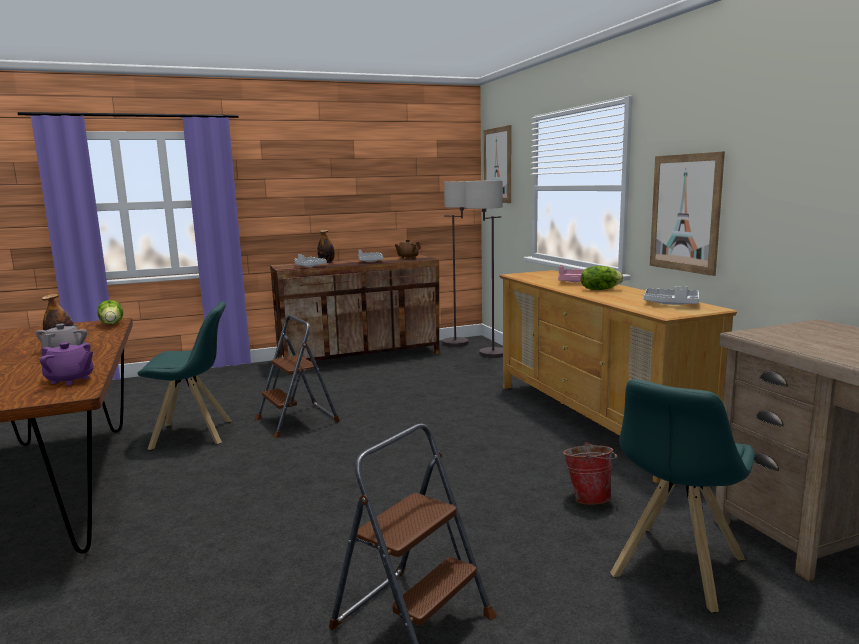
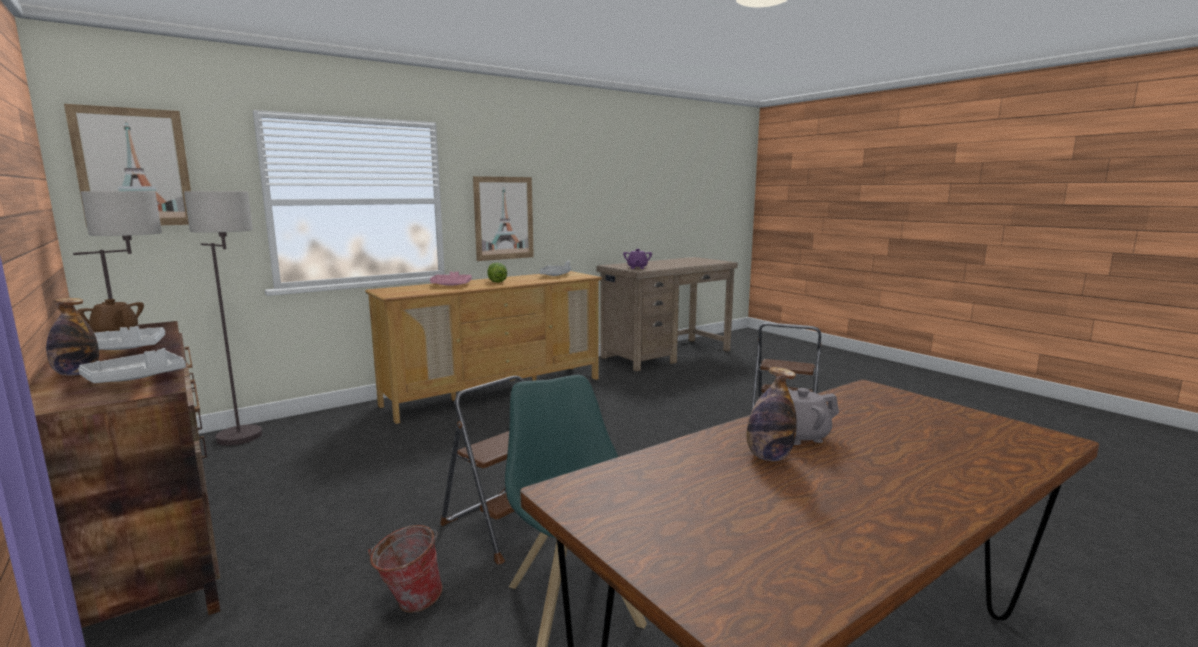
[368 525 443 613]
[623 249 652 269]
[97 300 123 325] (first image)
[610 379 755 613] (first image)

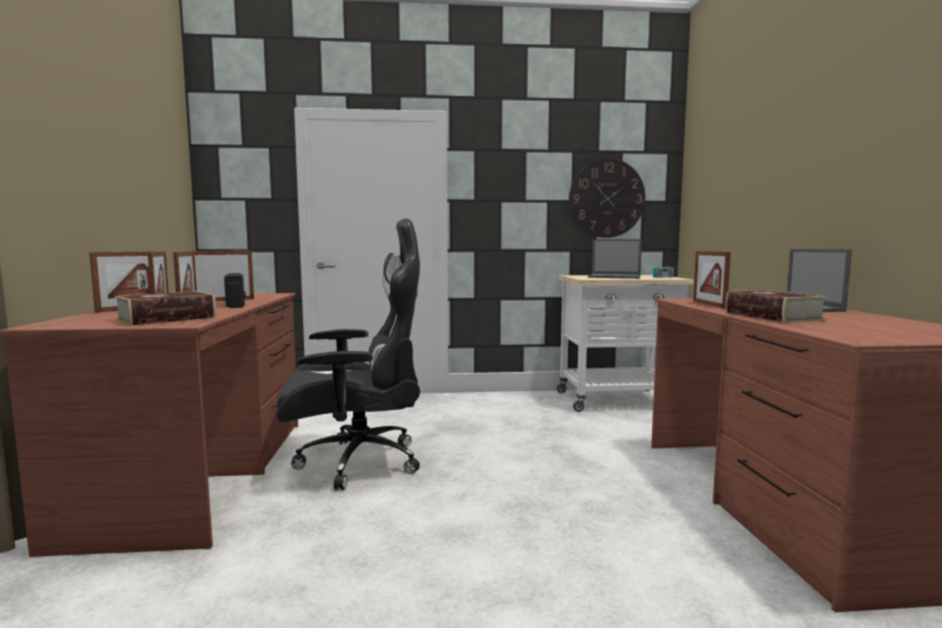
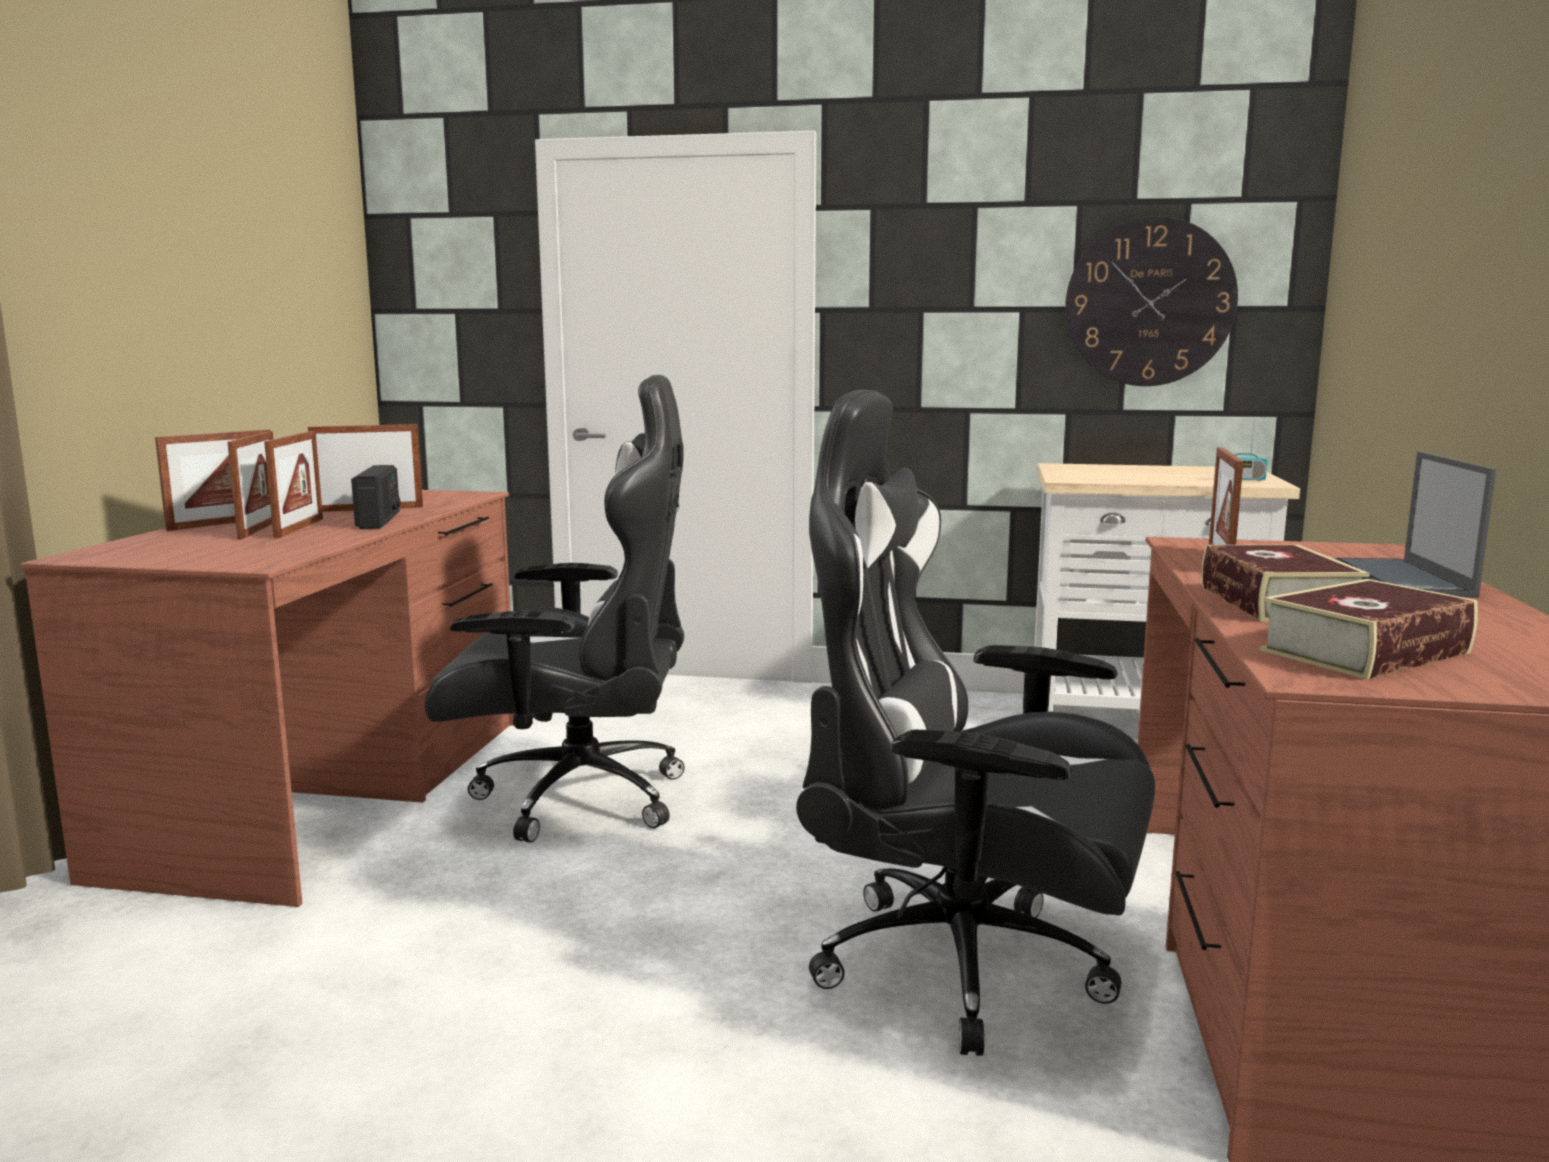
[796 390 1155 1056]
[1259 579 1478 680]
[588 239 642 279] (first image)

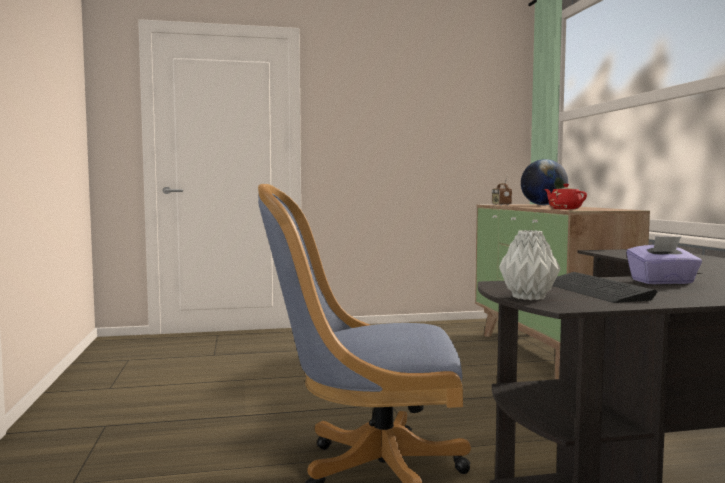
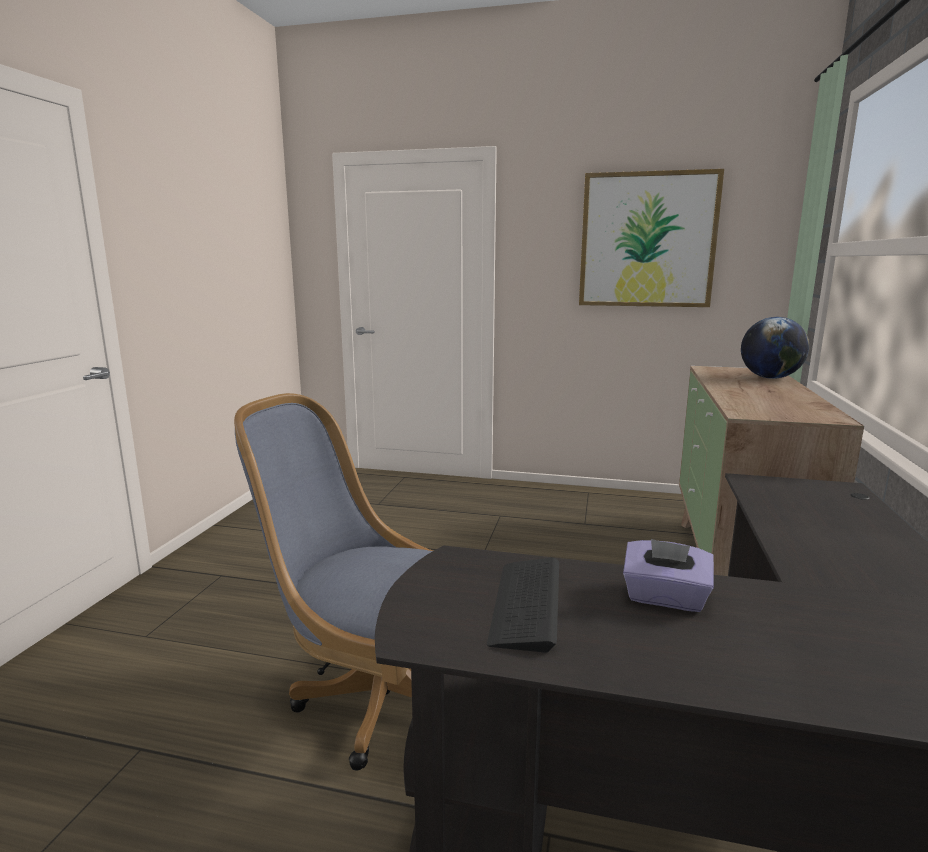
[579 169 724 307]
[492 175 512 205] (first image)
[499 230 561 300] (first image)
[545 184 587 209] (first image)

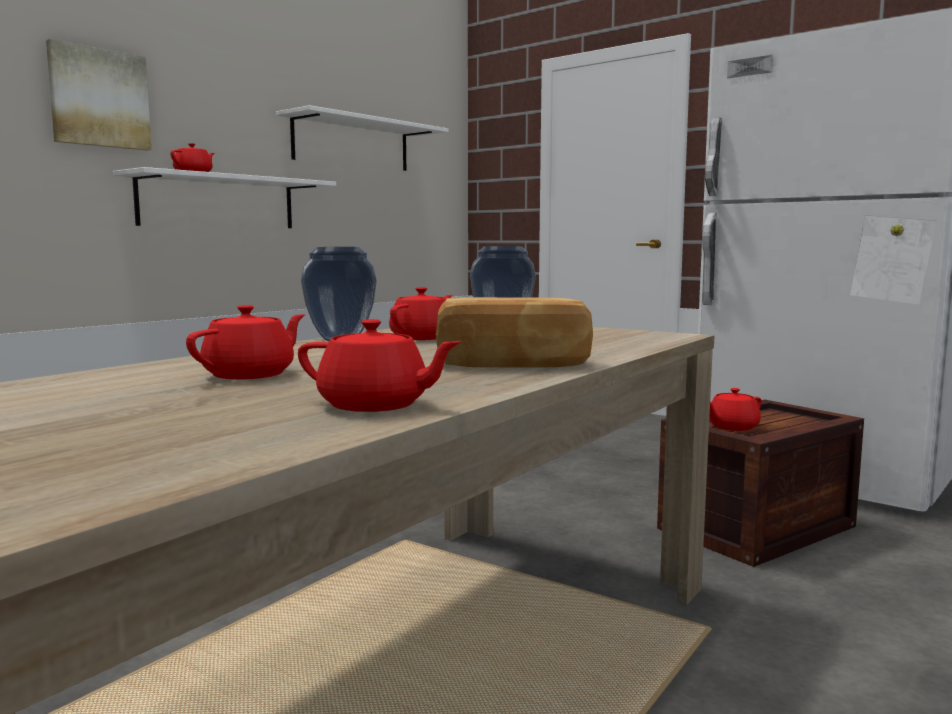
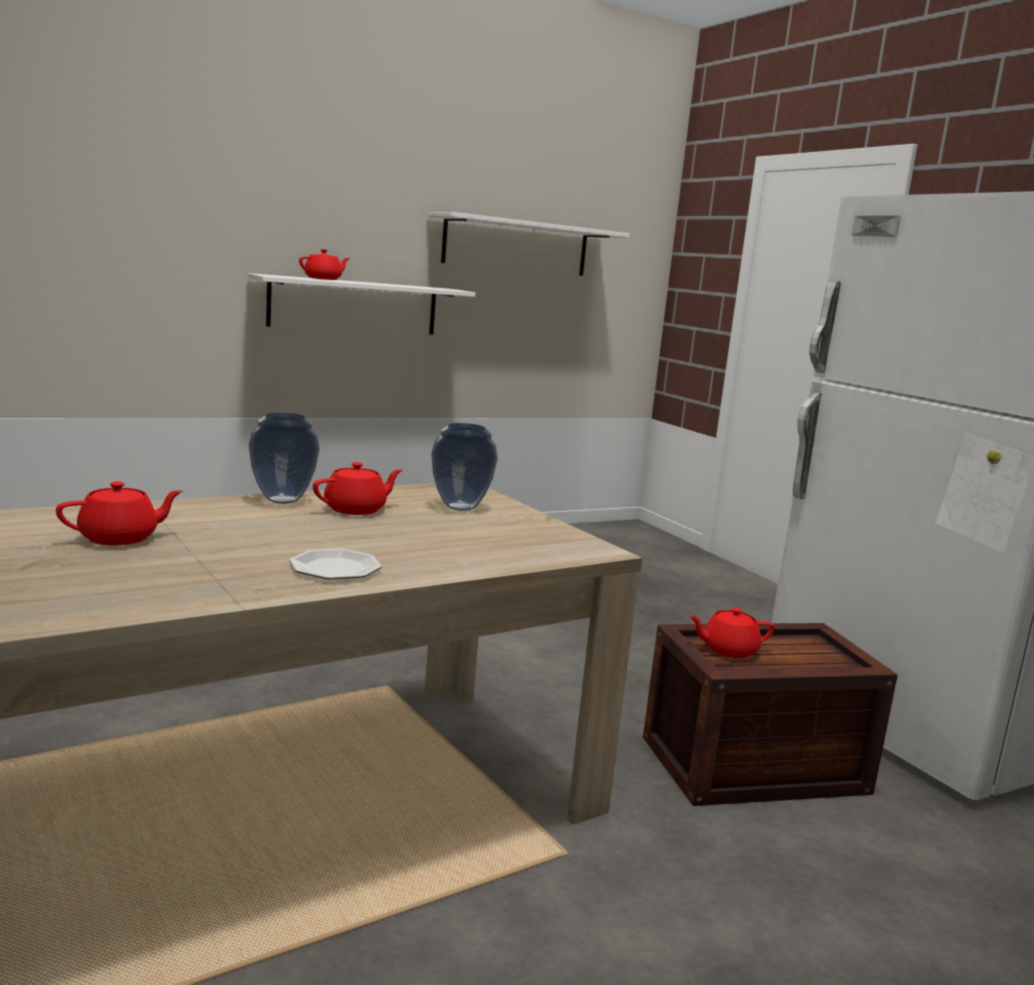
[289 549 382 579]
[46 39 151 151] (first image)
[298 319 461 412] (first image)

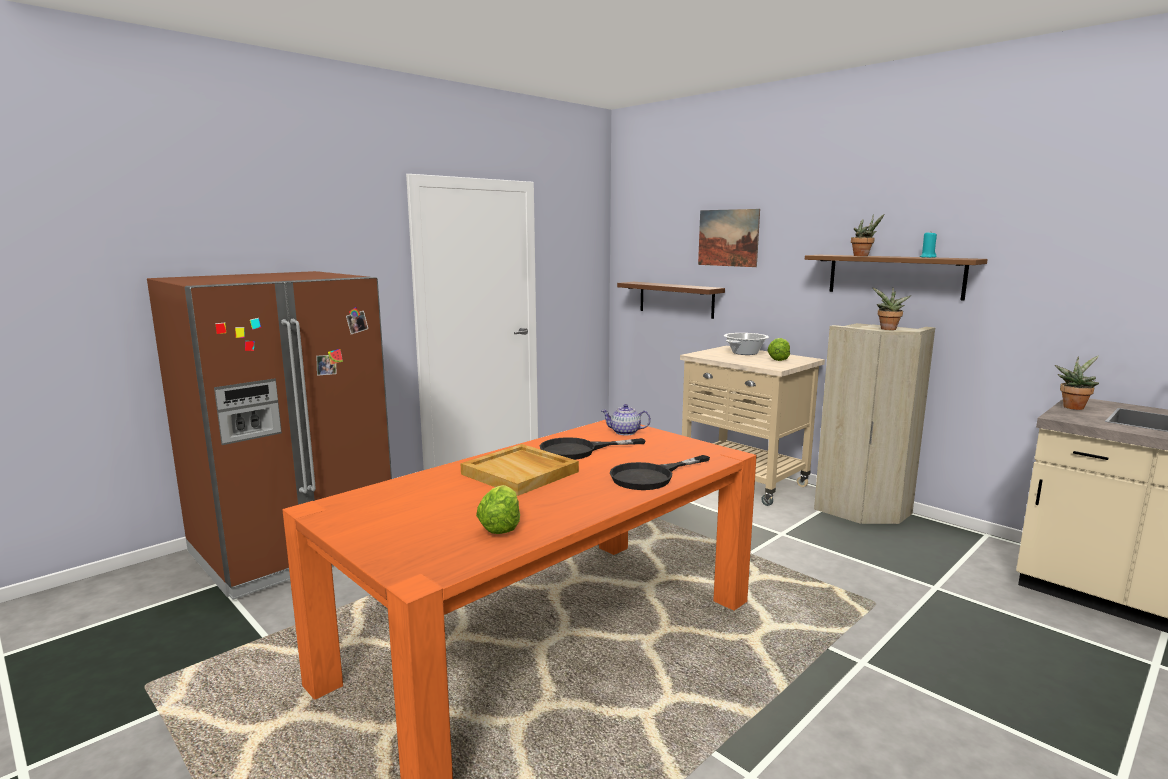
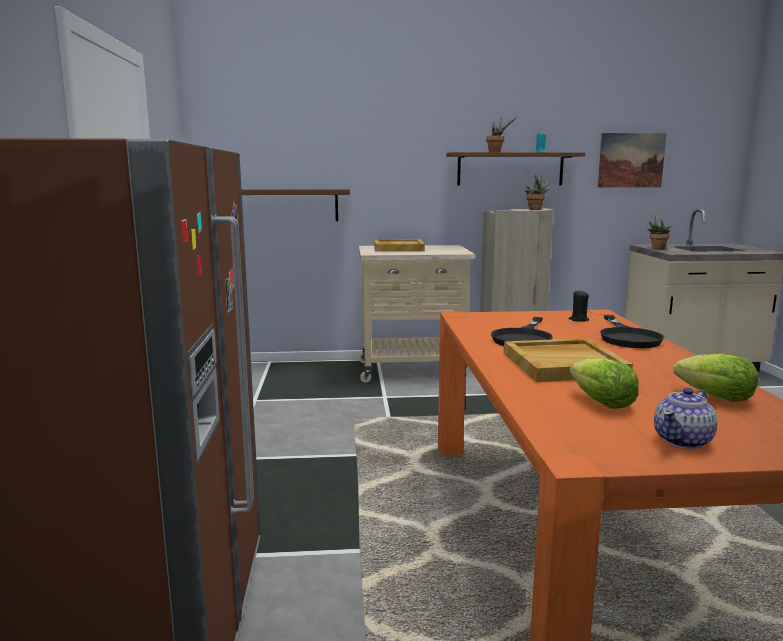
[374 239 425 251]
[569 291 589 322]
[570 358 639 409]
[598 133 667 187]
[654 388 718 449]

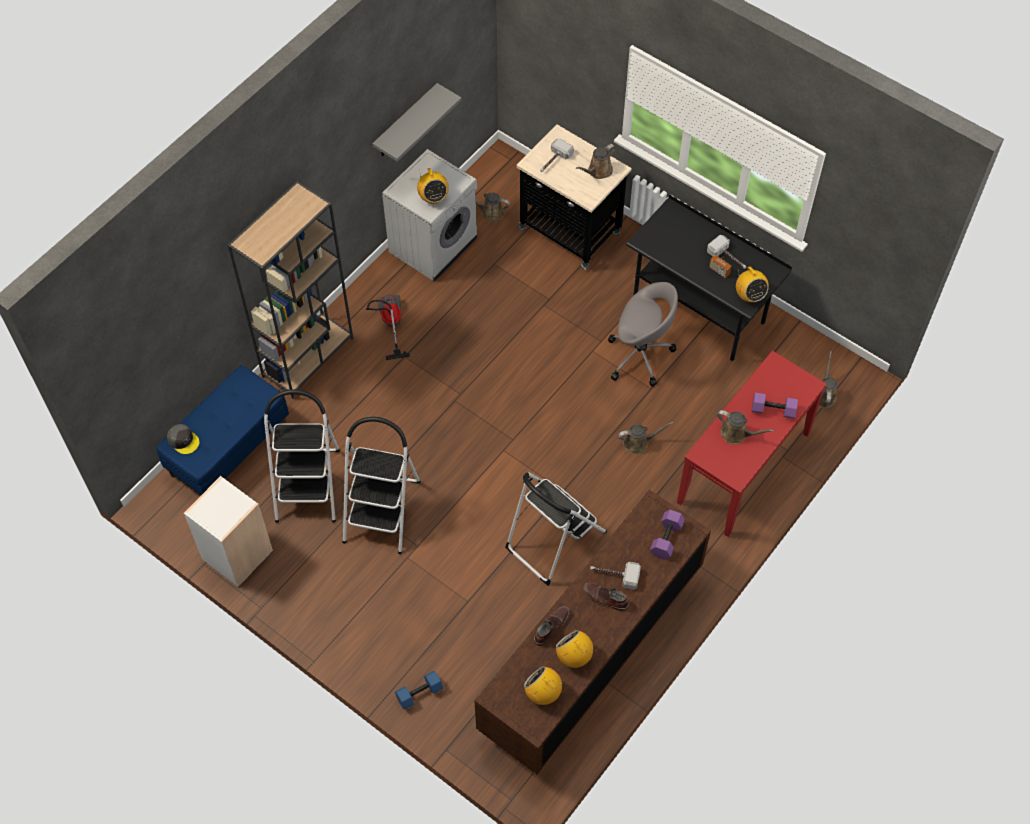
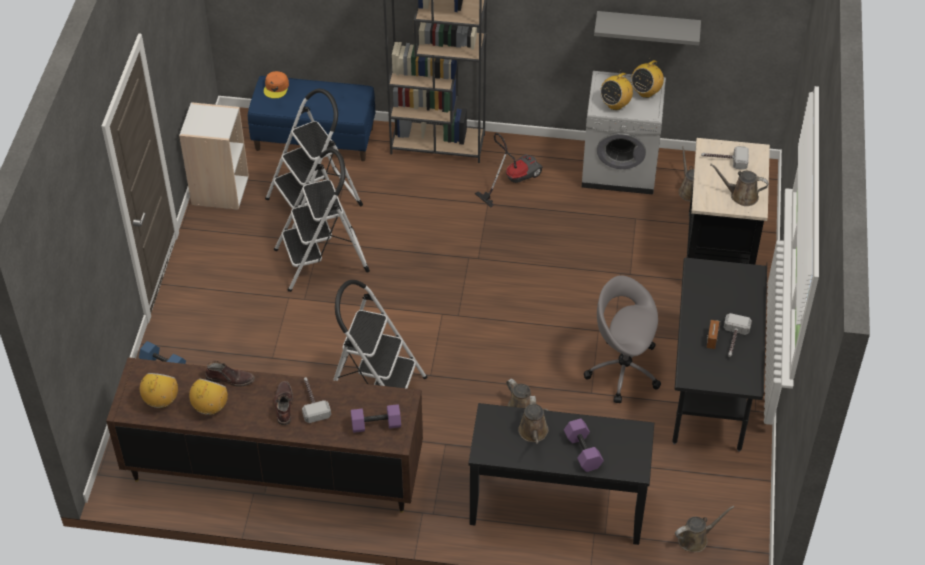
[264 71 289 99]
[468 403 654 545]
[584 275 661 403]
[631 59 664 98]

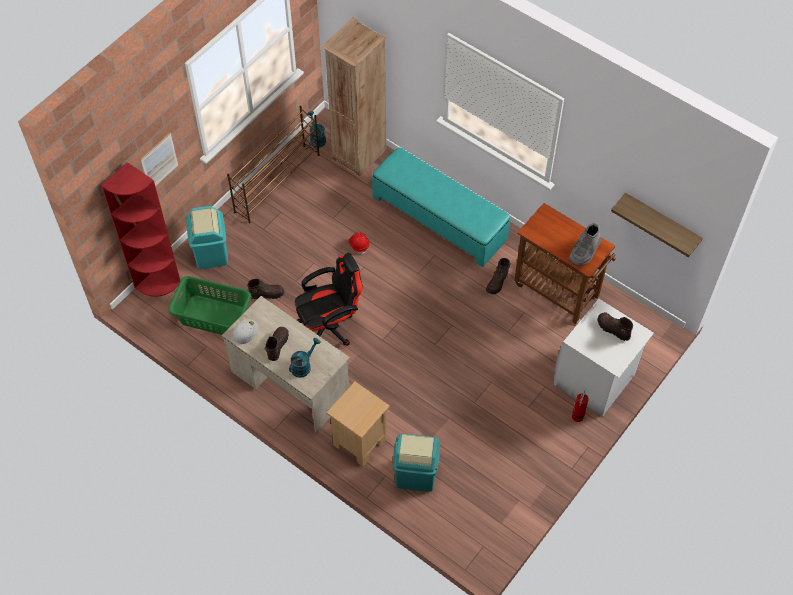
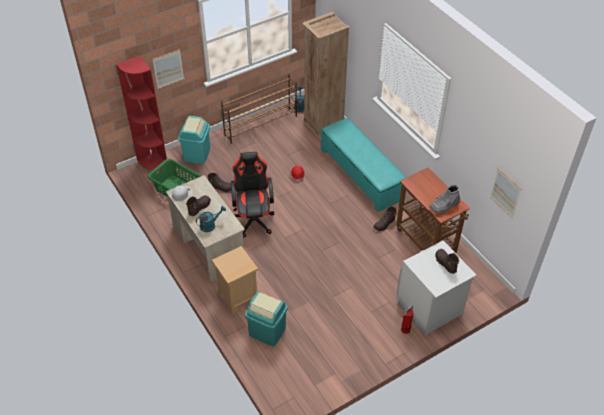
[231 152 274 238]
[490 167 522 218]

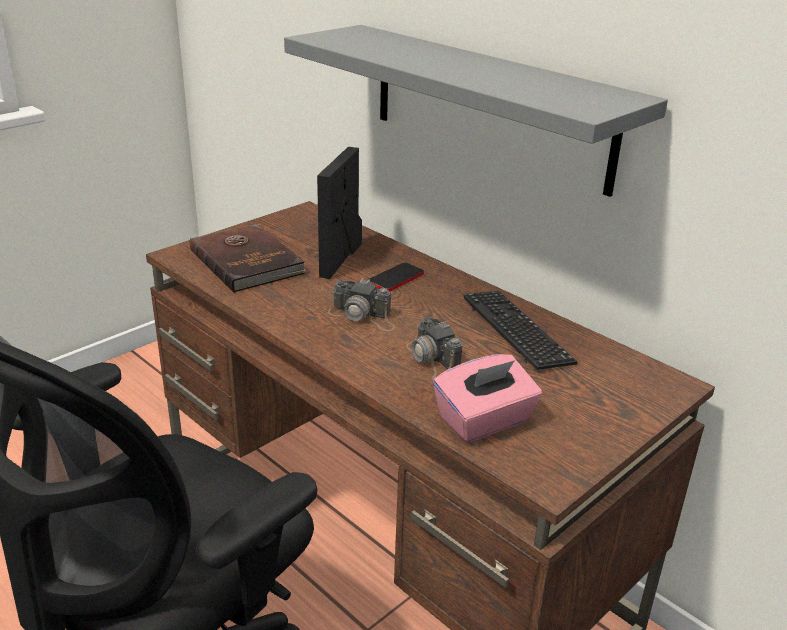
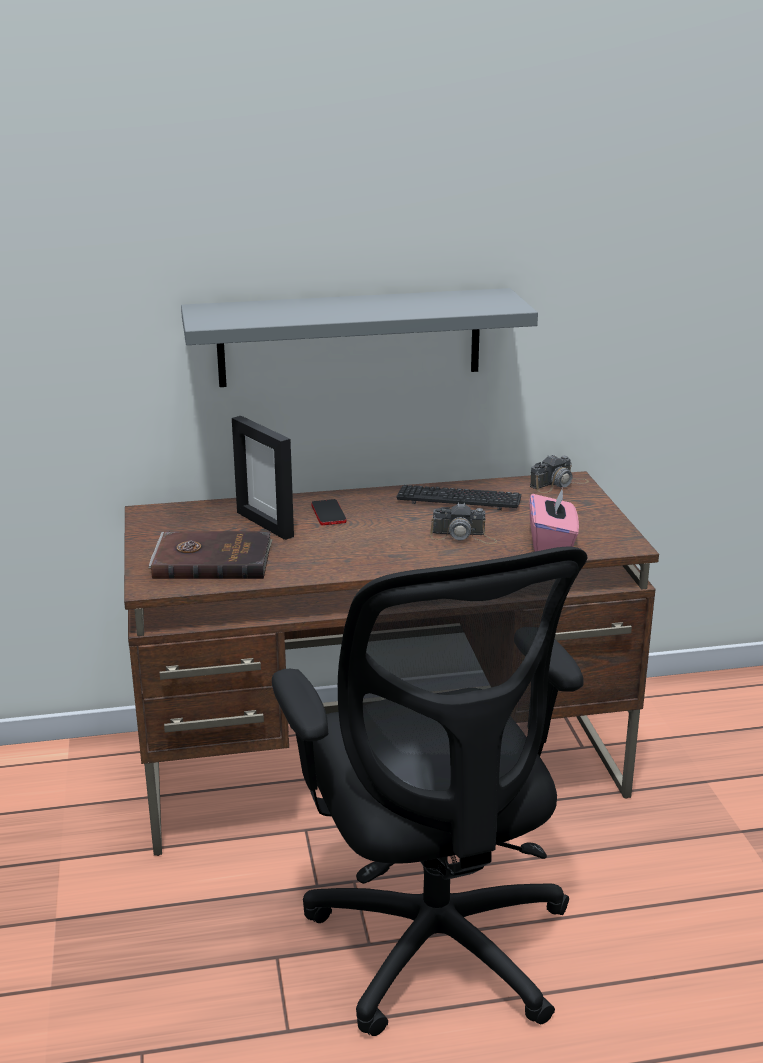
[530 455 589 493]

